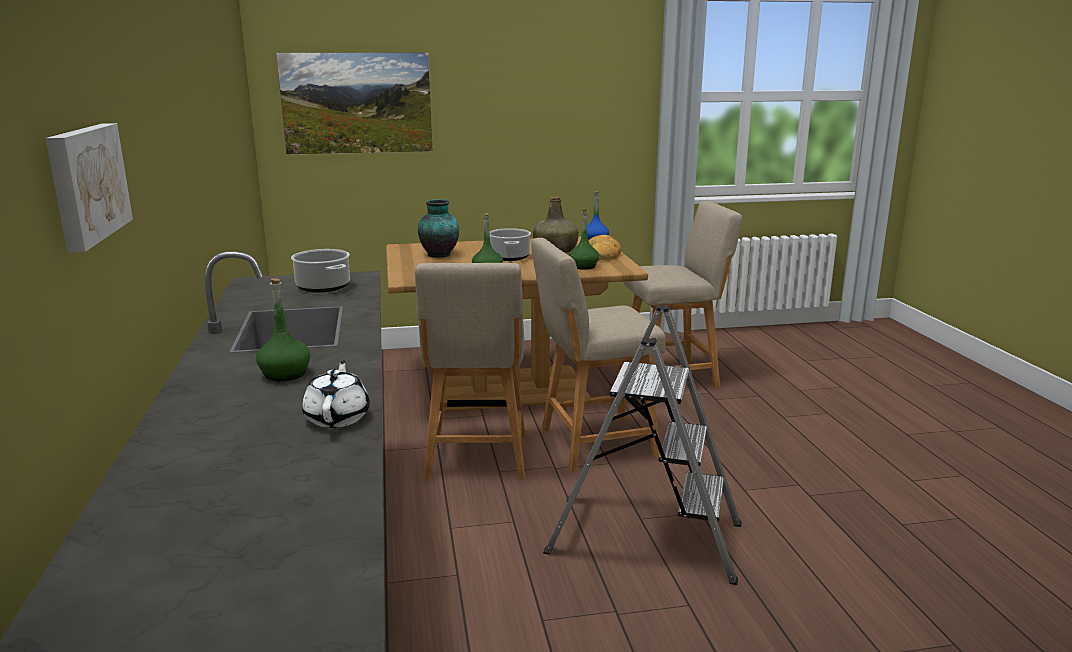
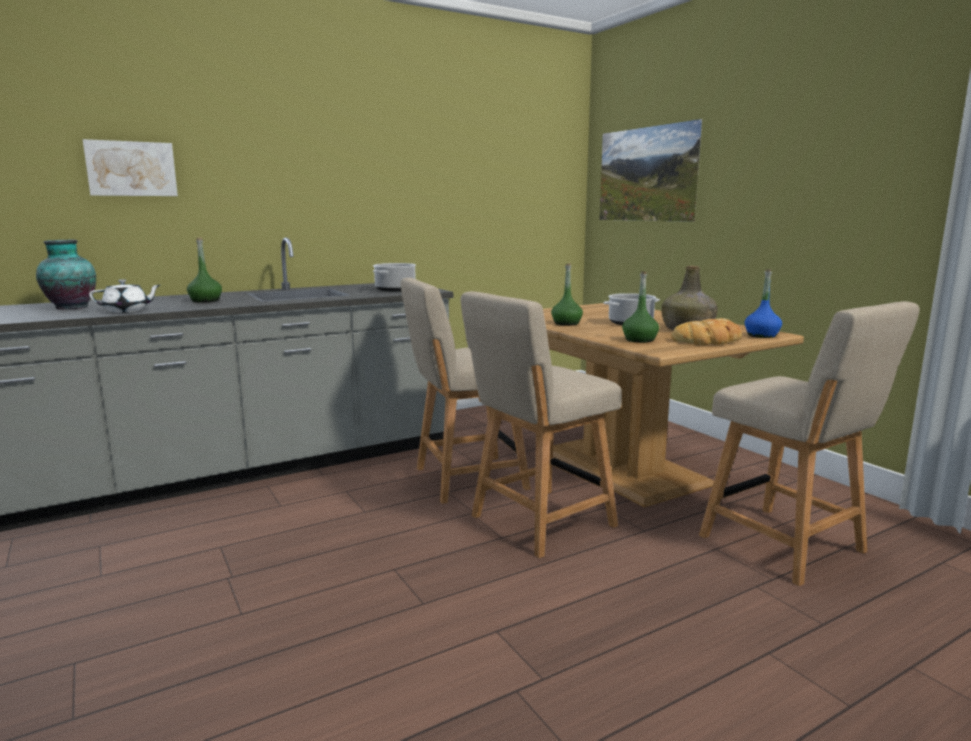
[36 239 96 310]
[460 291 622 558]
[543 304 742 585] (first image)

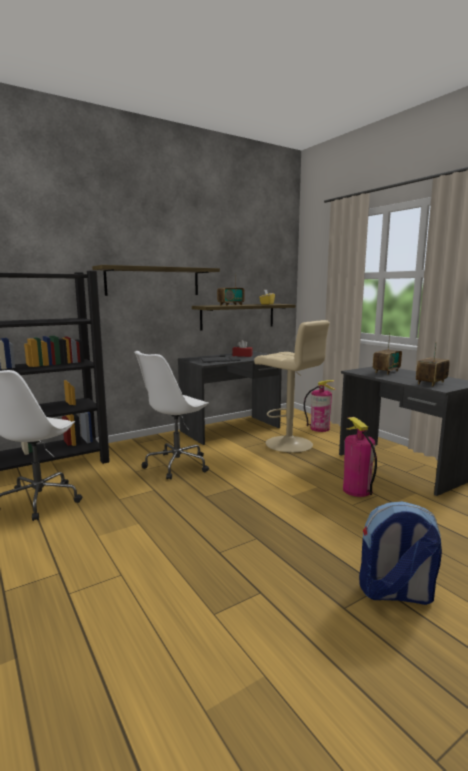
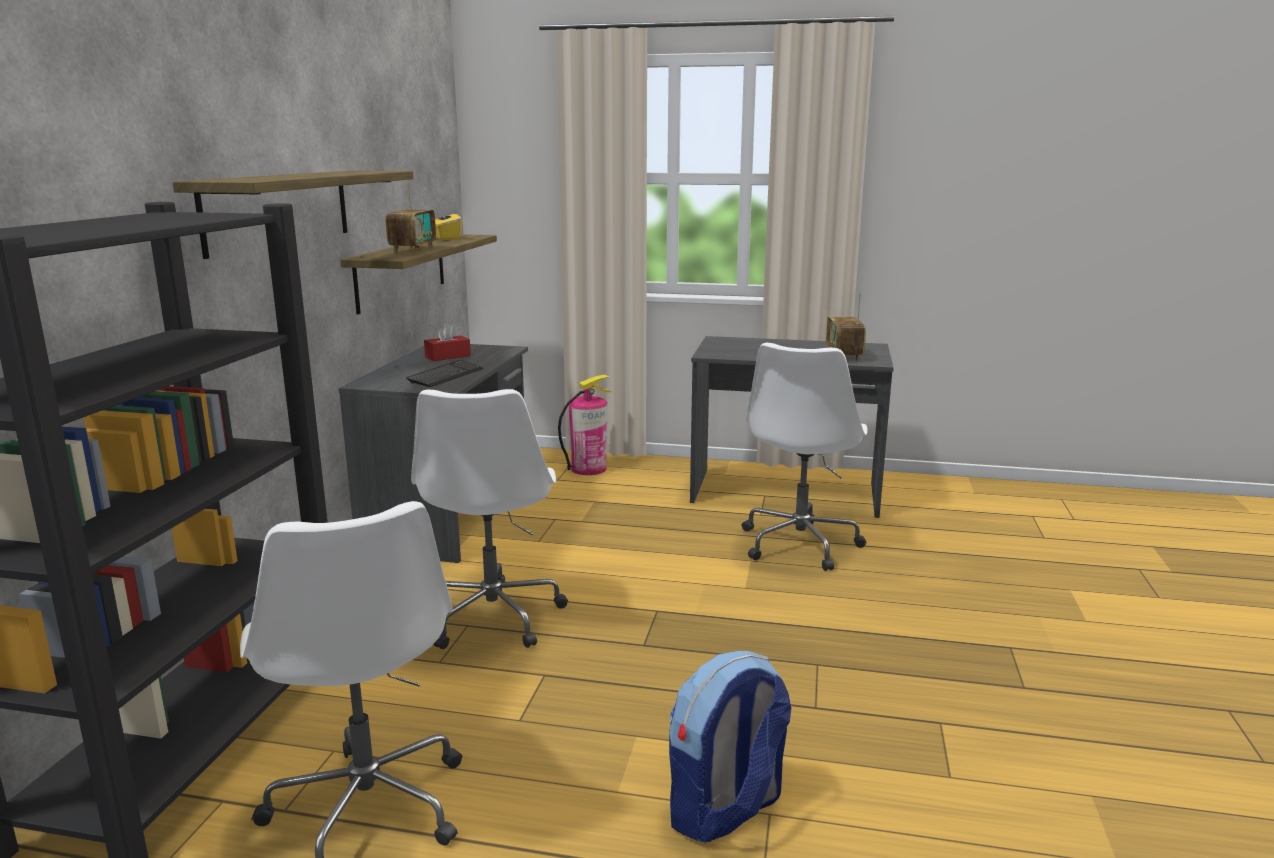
[669 651 791 843]
[741 343 868 571]
[254 320 330 453] (first image)
[373 333 402 375] (first image)

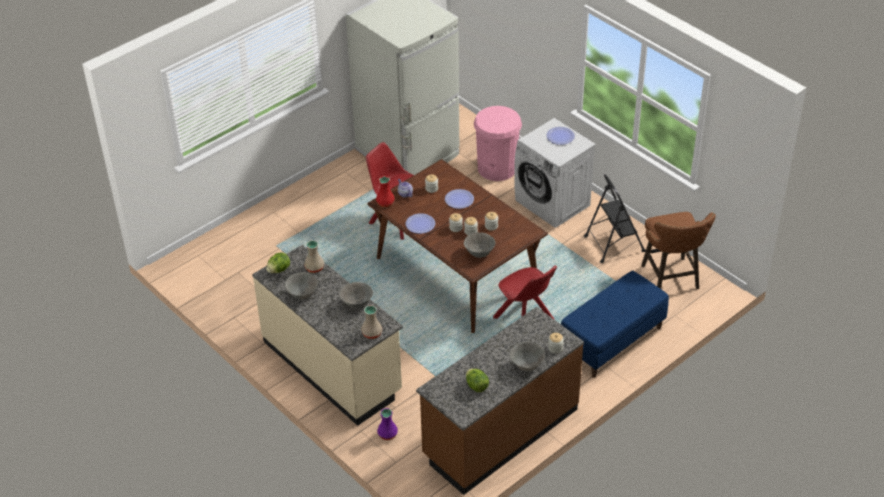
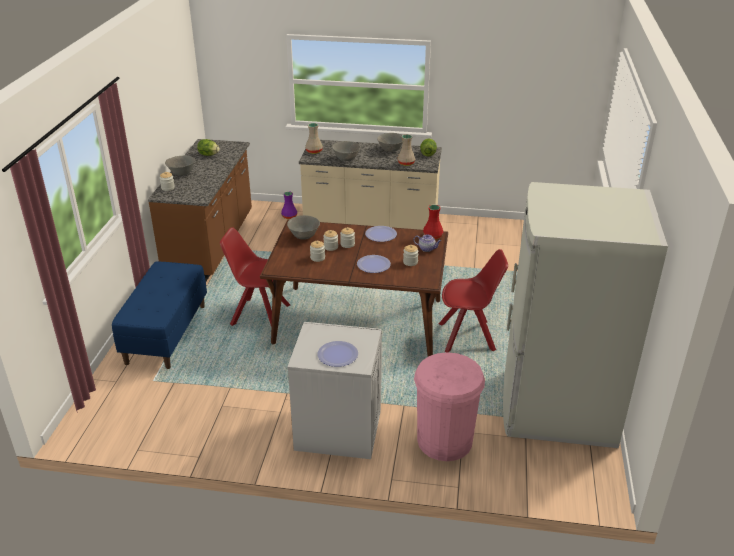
[584 174 646 263] (first image)
[641 212 716 289] (first image)

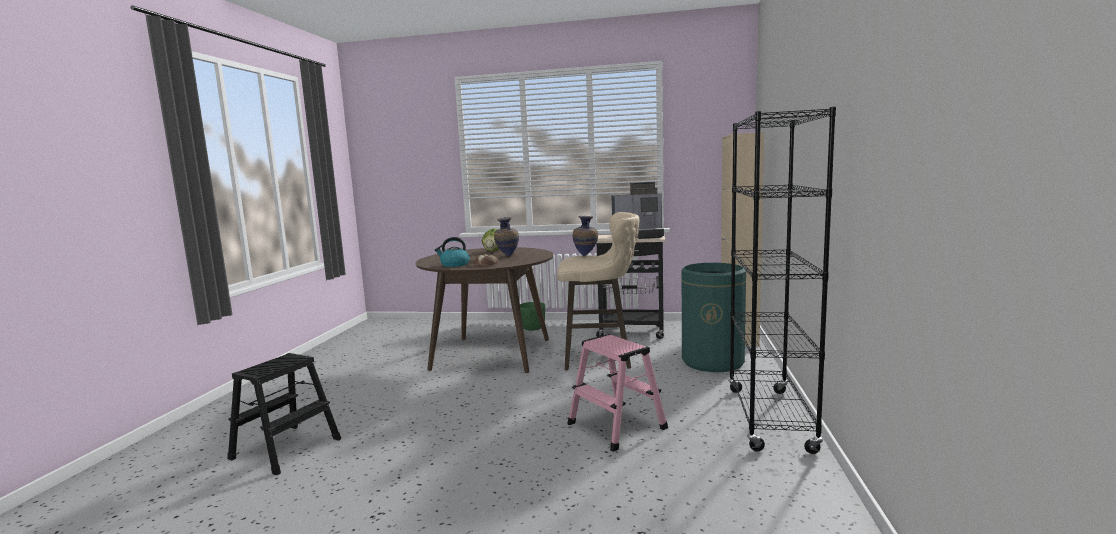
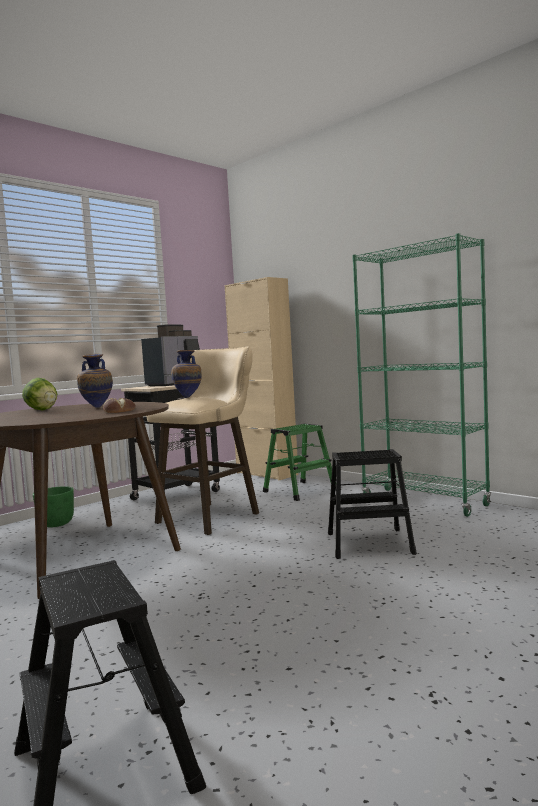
[263 424 336 501]
[328 449 417 559]
[352 233 491 517]
[435 237 470 267] (first image)

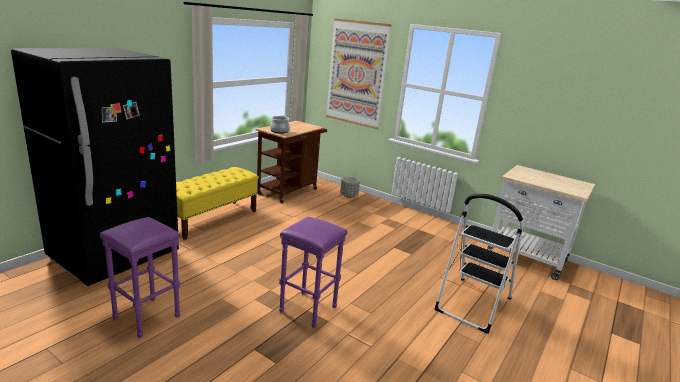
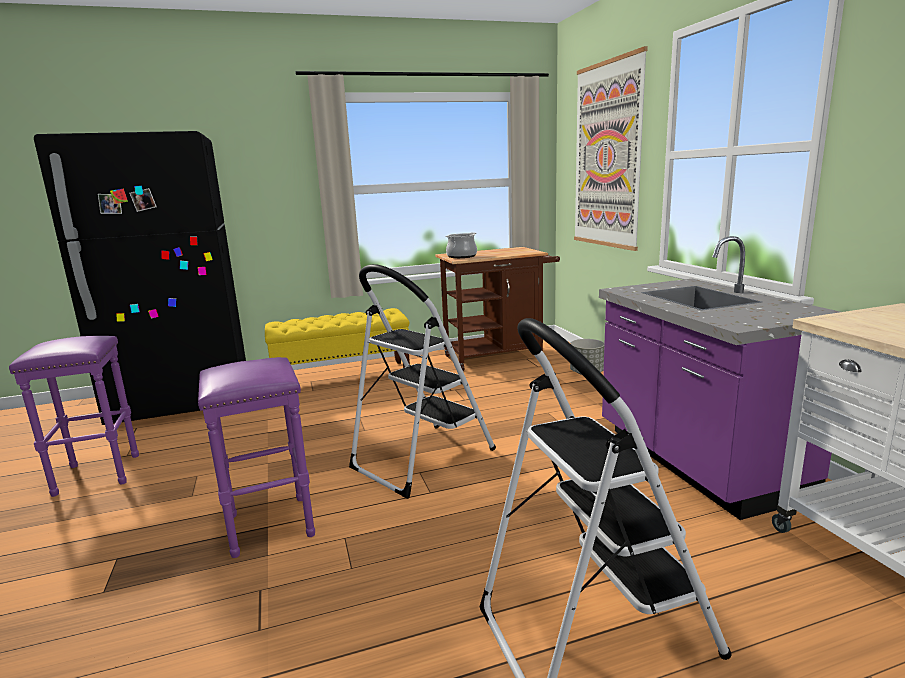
[349 264 496 499]
[599 236 840 520]

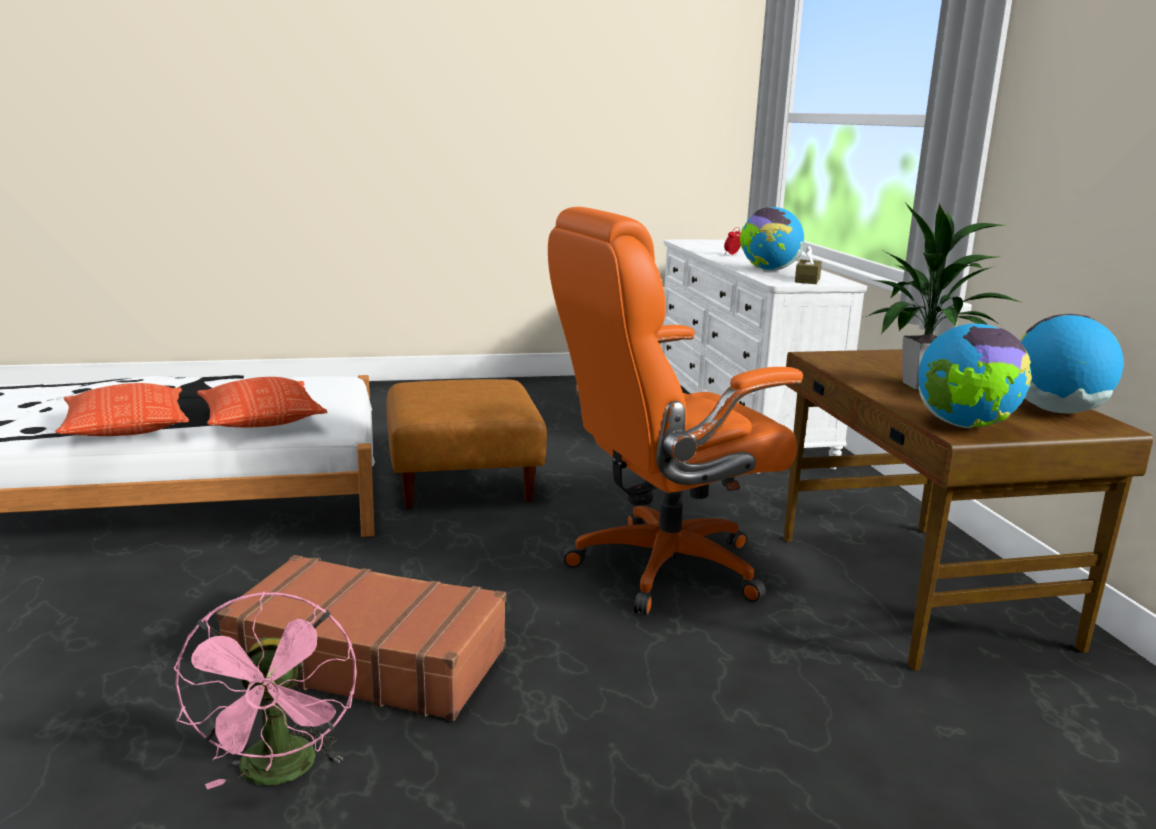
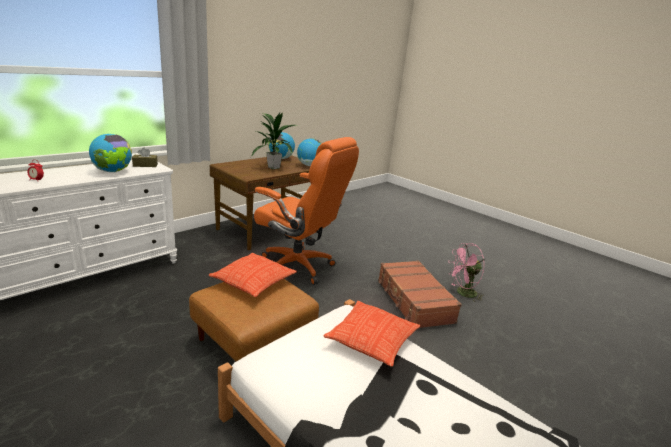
[209 253 297 297]
[448 243 485 302]

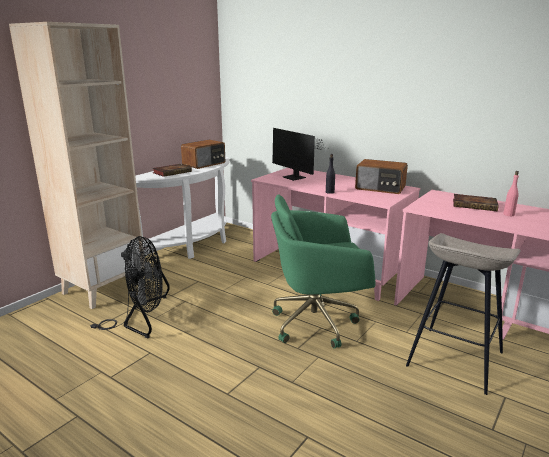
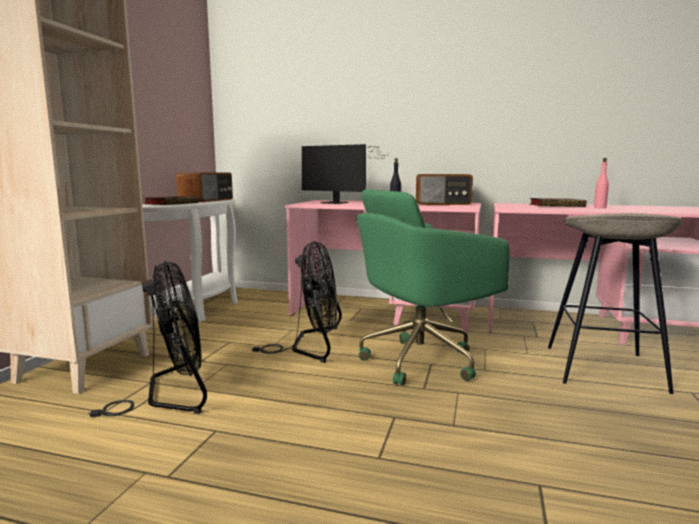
[251 241 342 363]

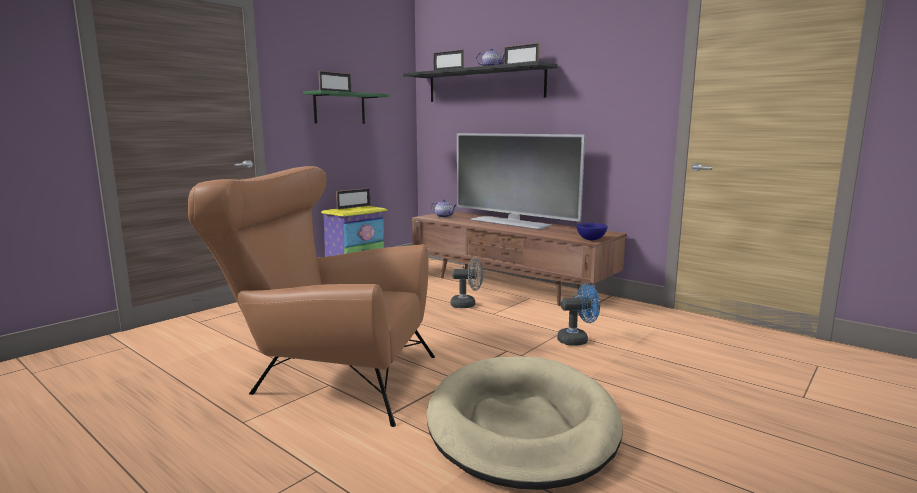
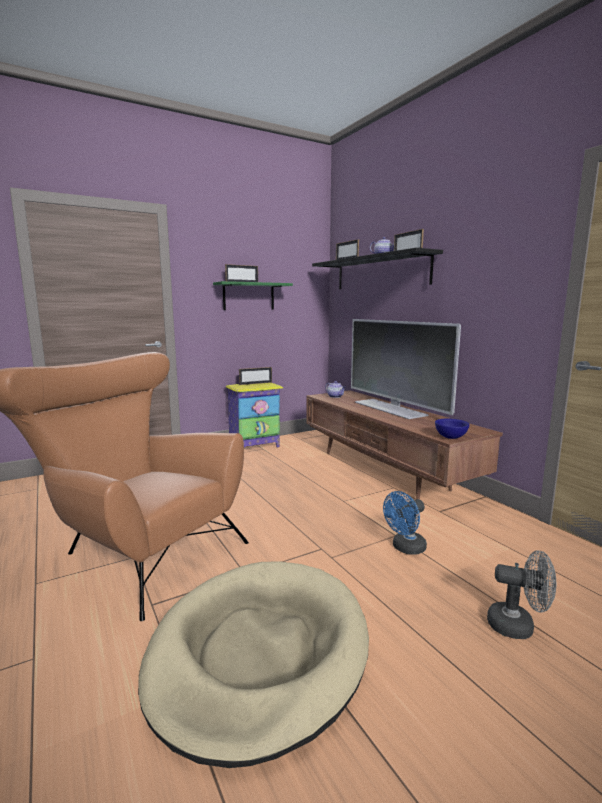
[383 491 427 555]
[487 551 556 639]

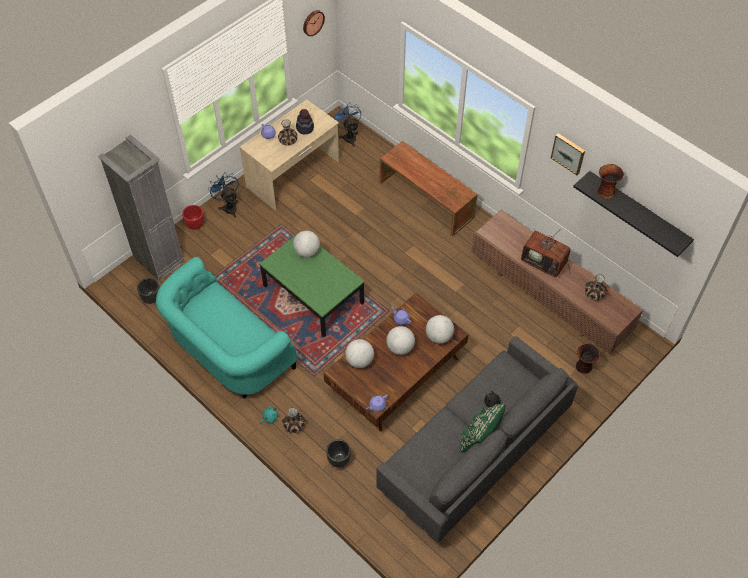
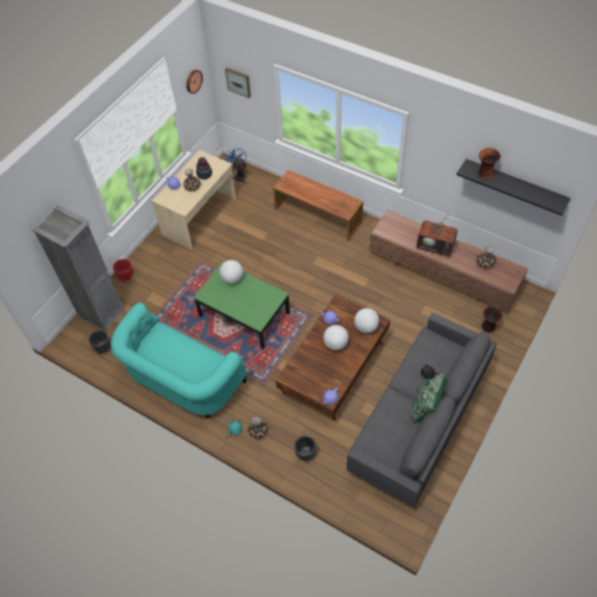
[225 68 251 98]
[208 174 239 218] (first image)
[345 339 374 368] (first image)

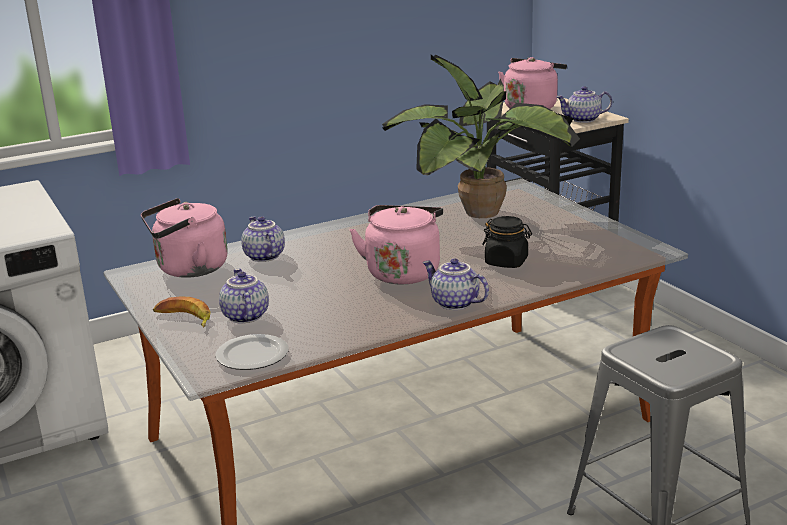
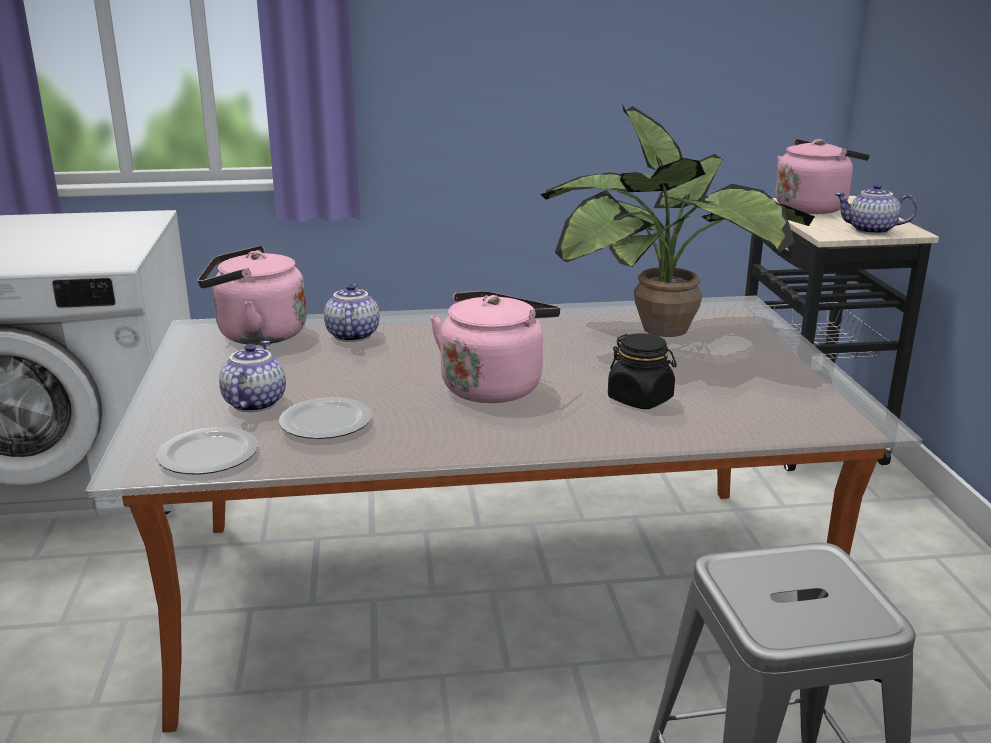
[279 397 372 439]
[153 296 211 328] (first image)
[423 258 489 310] (first image)

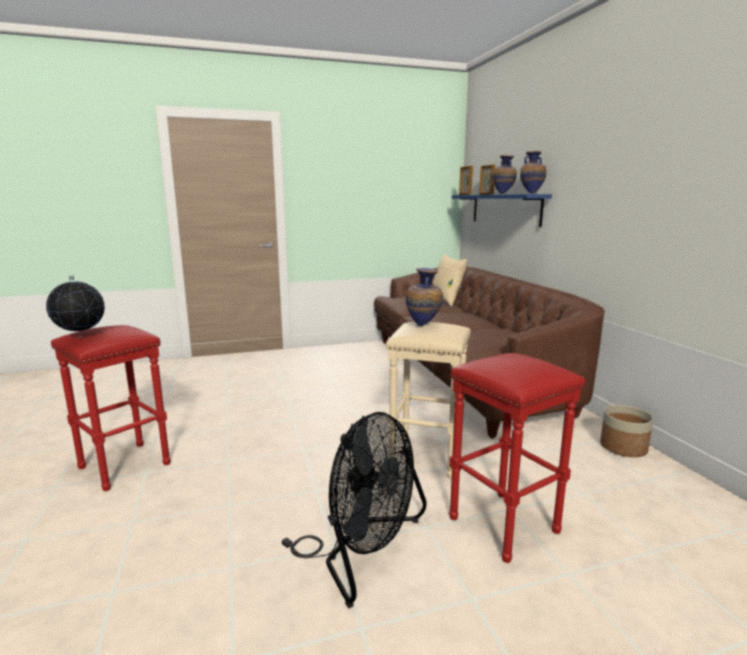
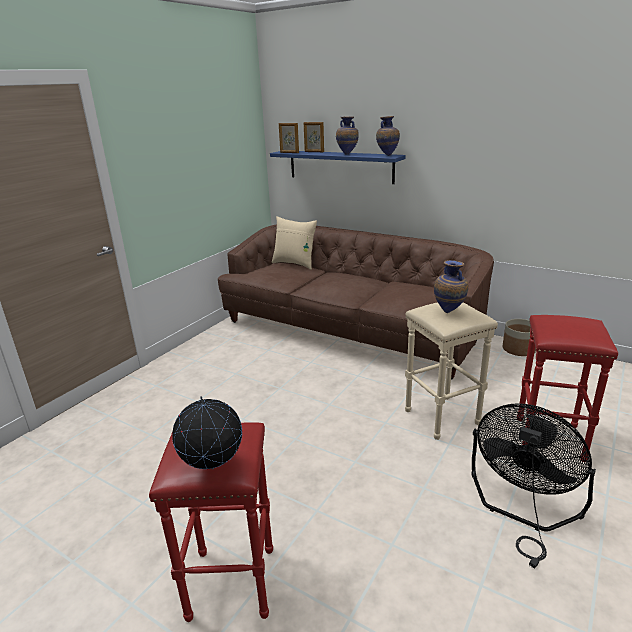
[471 404 596 568]

